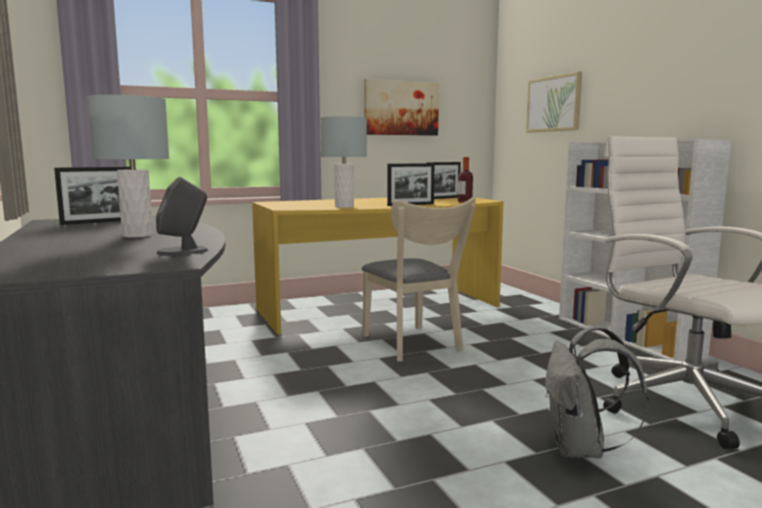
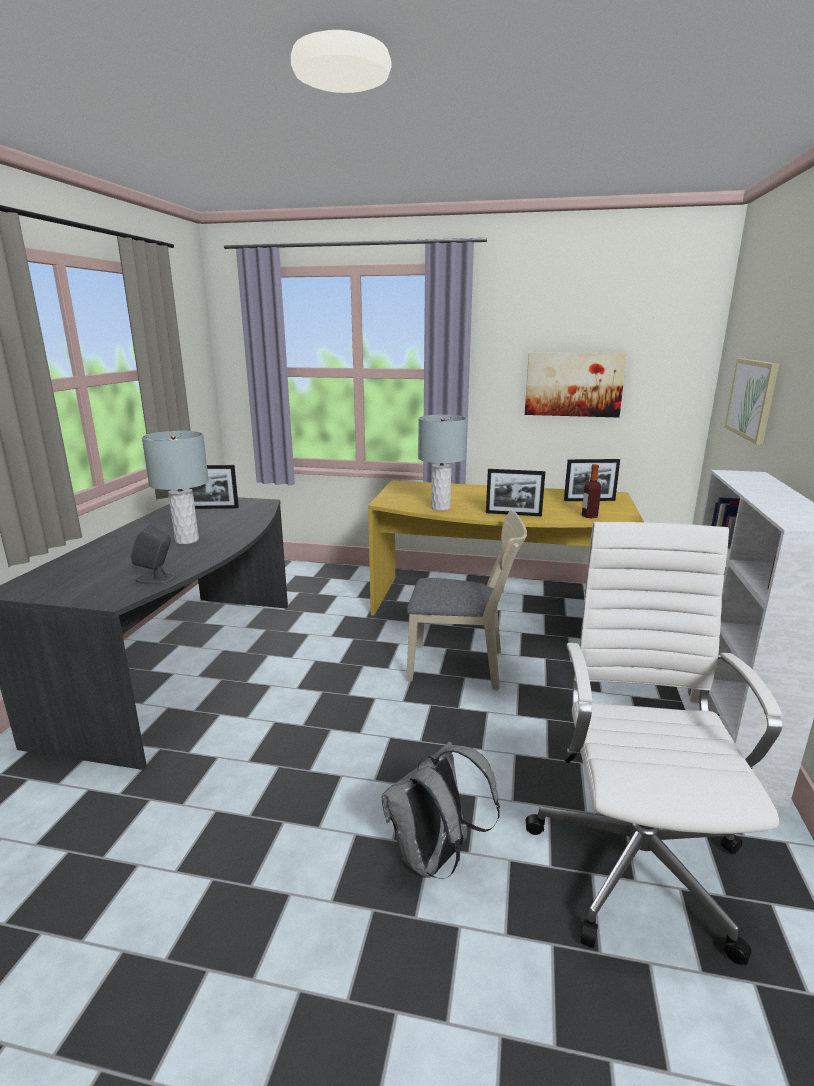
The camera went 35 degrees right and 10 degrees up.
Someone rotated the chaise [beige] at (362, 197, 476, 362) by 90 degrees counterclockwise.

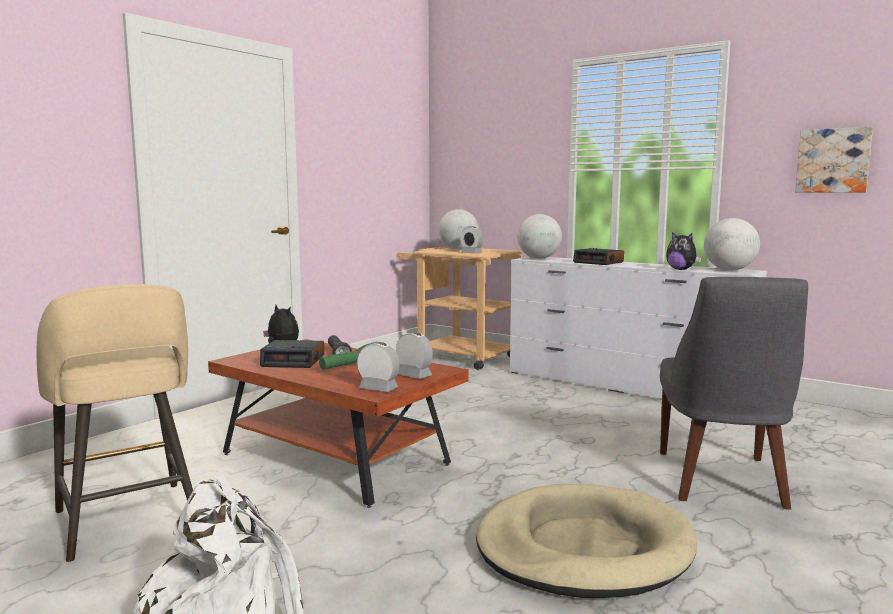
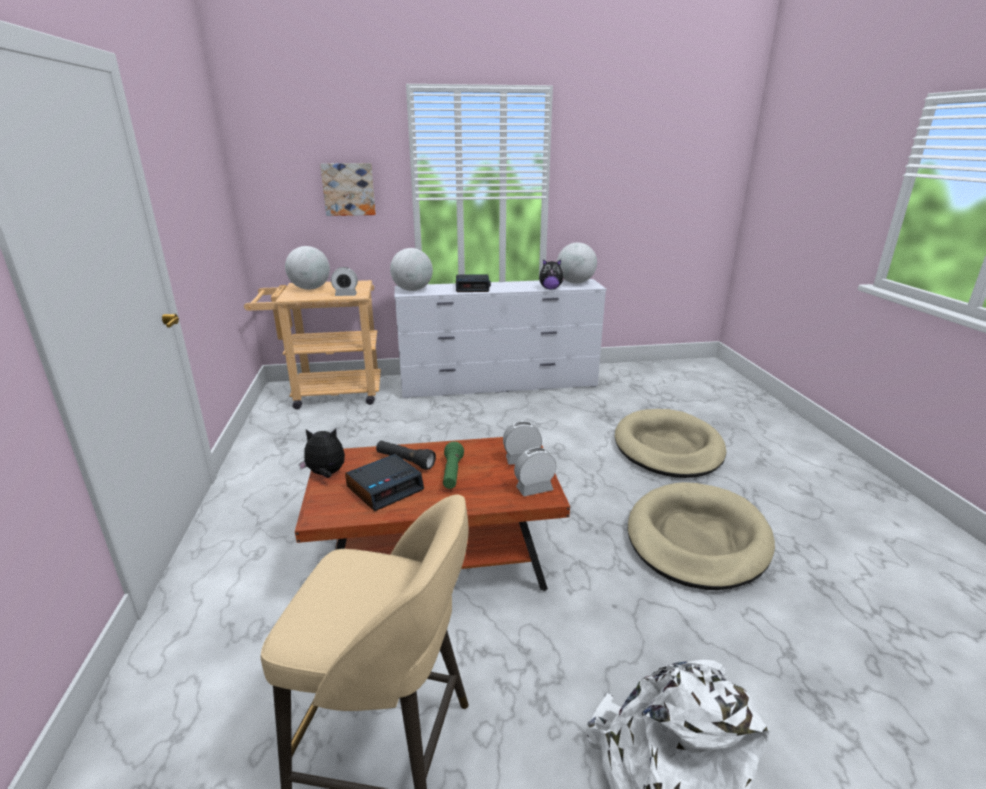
The camera went 45 degrees left and 15 degrees up.
Someone carried the tableau from (795, 127, 873, 193) to (320, 163, 376, 216).
Someone swapped the chaise [gris] at (660, 277, 808, 510) for the panier pour chien [beige] at (615, 409, 726, 478).

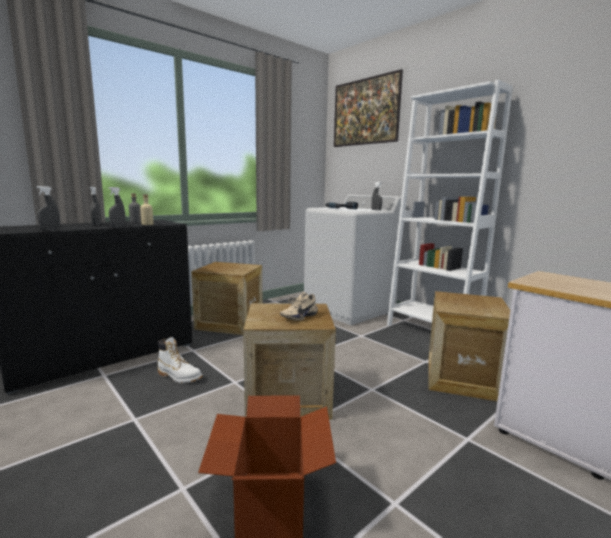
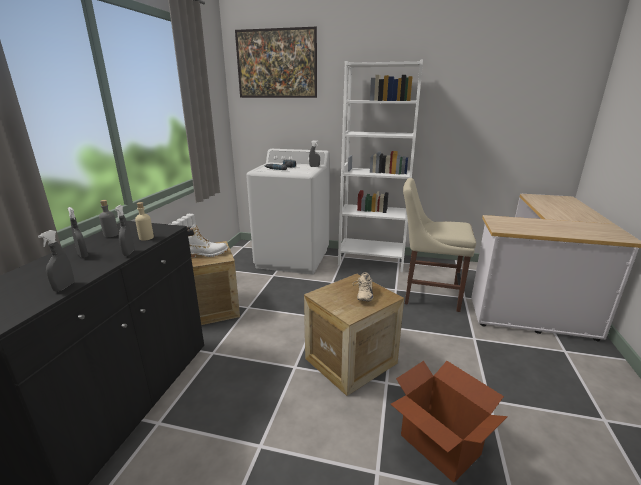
The camera went 35 degrees left and 10 degrees up.
Someone swapped the caisse at (429, 291, 510, 401) for the chaise [beige] at (403, 178, 476, 312).
Someone carried the botte [blanc] from (158, 337, 202, 383) to (187, 224, 228, 258).

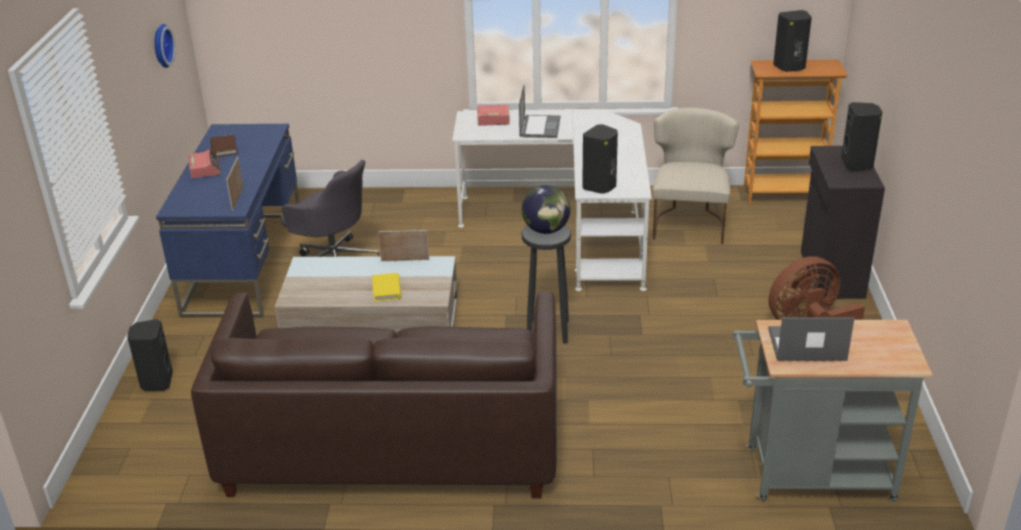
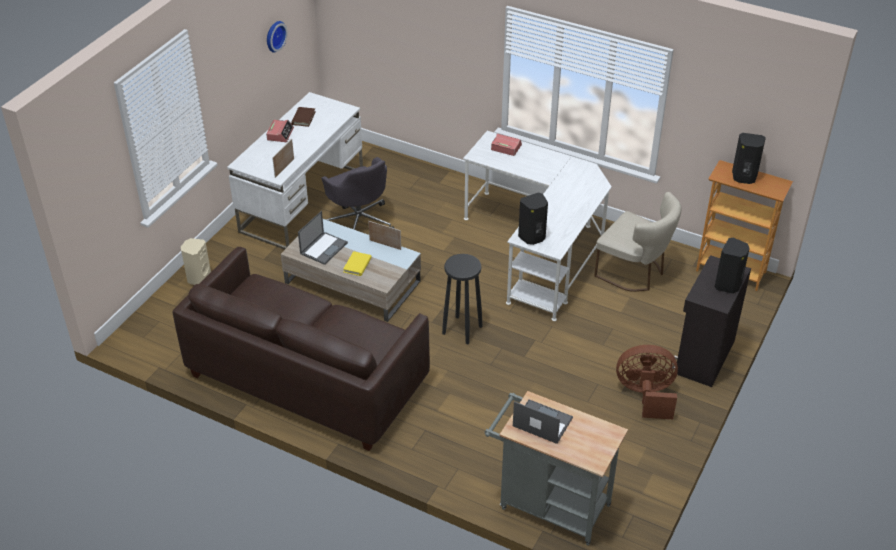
The camera went 25 degrees right and 10 degrees up.
Someone carried the ordinateur portable from (519, 85, 560, 138) to (298, 211, 348, 265).
Someone rotated the chaise [beige] at (653, 108, 739, 244) by 90 degrees clockwise.
Someone repainted the bureau [bleu] at (156, 124, 300, 317), which became the bureau [blanc] at (227, 92, 363, 249).
Someone took away the globe at (522, 185, 570, 234).
Someone repainted the enceinte [noir] at (127, 319, 173, 391), which became the enceinte [beige] at (181, 238, 211, 285).

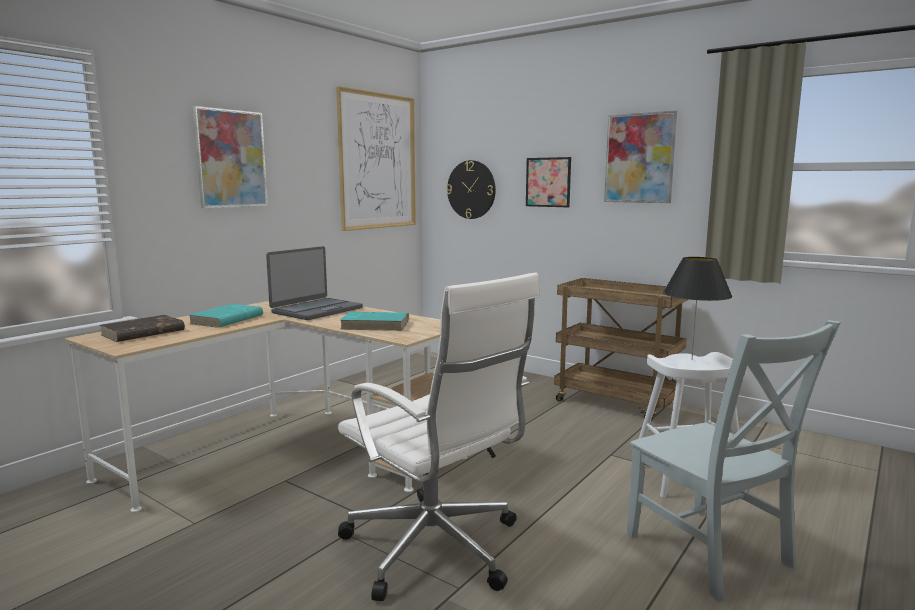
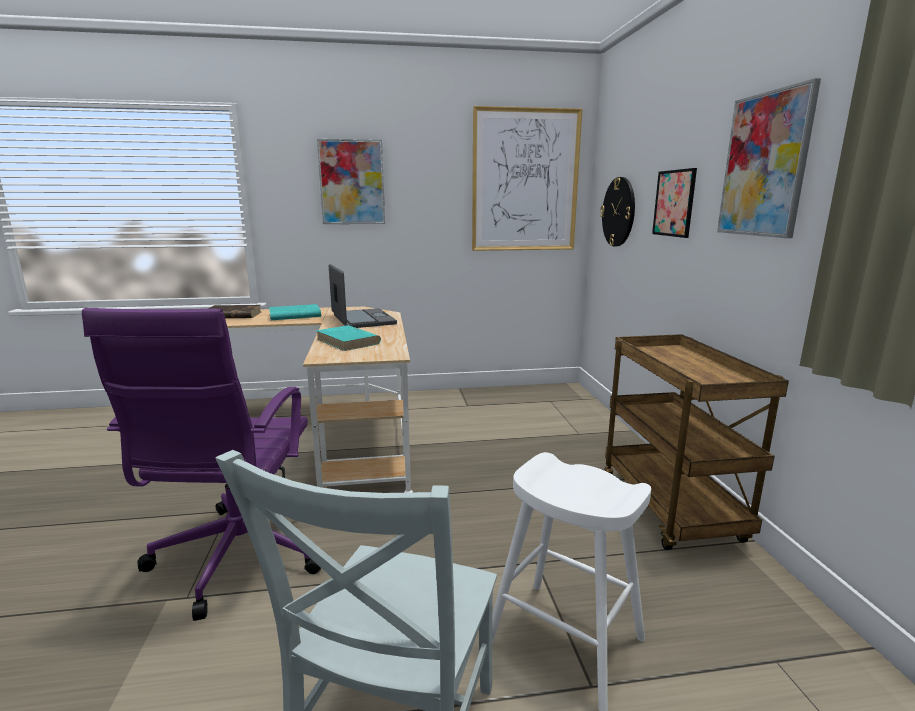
The camera went 45 degrees right and 5 degrees up.
Someone rotated the ordinateur portable at (266, 246, 363, 320) by 105 degrees counterclockwise.
Someone took away the lampe de table [noir] at (663, 257, 732, 358).
Someone repainted the chaise de bureau [blanc] at (338, 273, 540, 601), which became the chaise de bureau [violet] at (82, 308, 321, 621).

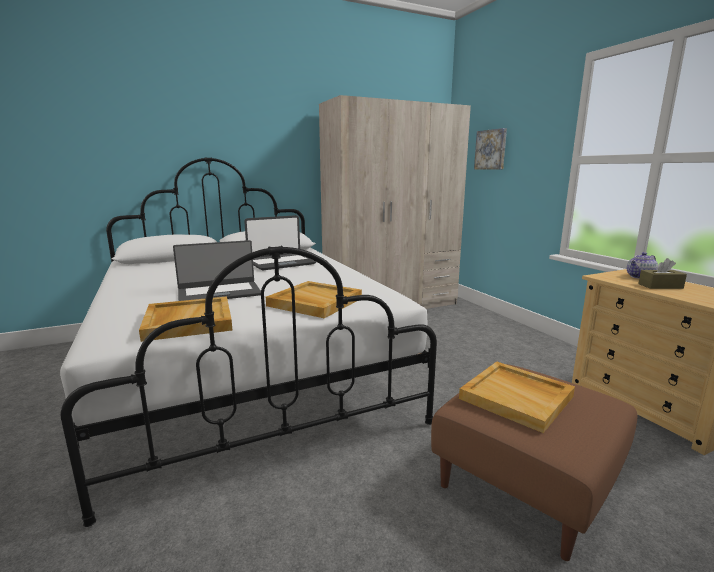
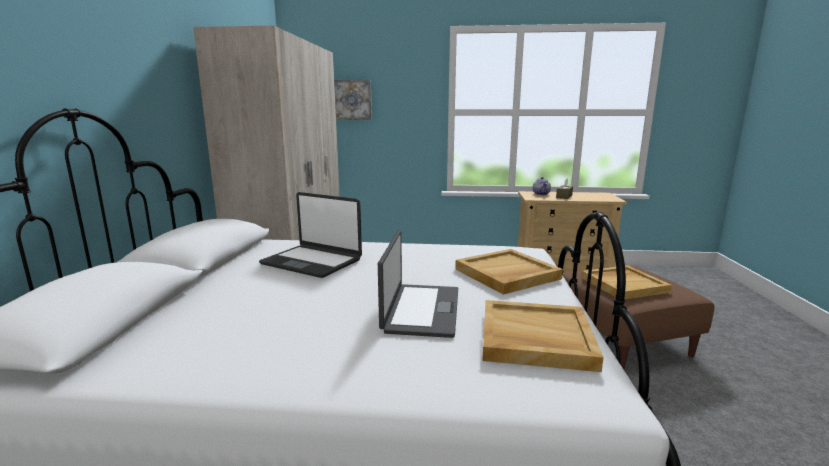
The camera went 60 degrees left and 0 degrees up.
Someone rotated the ordinateur portable at (244, 215, 316, 270) by 120 degrees clockwise.

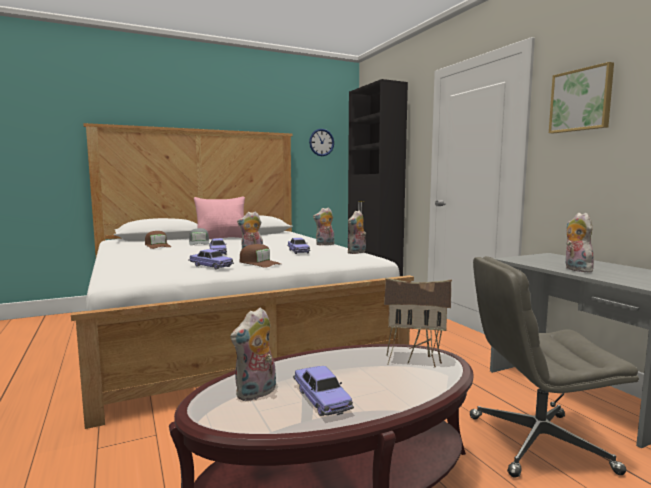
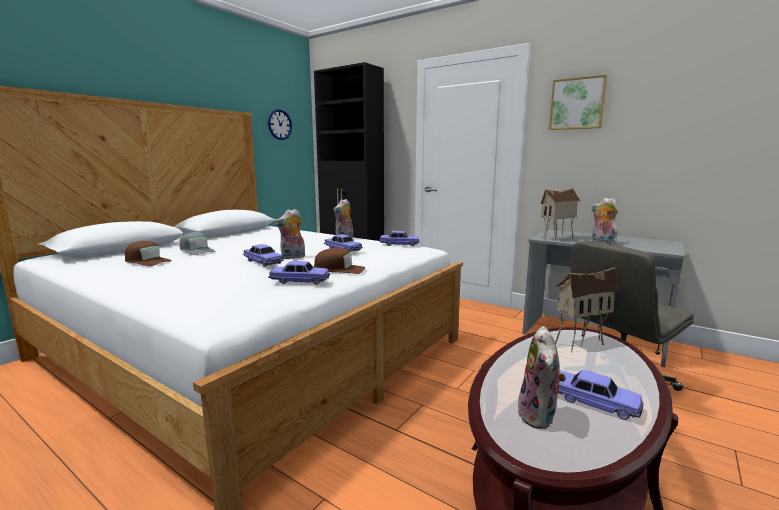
The camera went 30 degrees left and 5 degrees up.
Someone took away the coussin [rose] at (194, 196, 245, 239).
Someone swapped the peluche at (347, 210, 366, 254) for the petite voiture at (379, 231, 419, 246).
Someone put down the maison miniature at (541, 188, 580, 241).

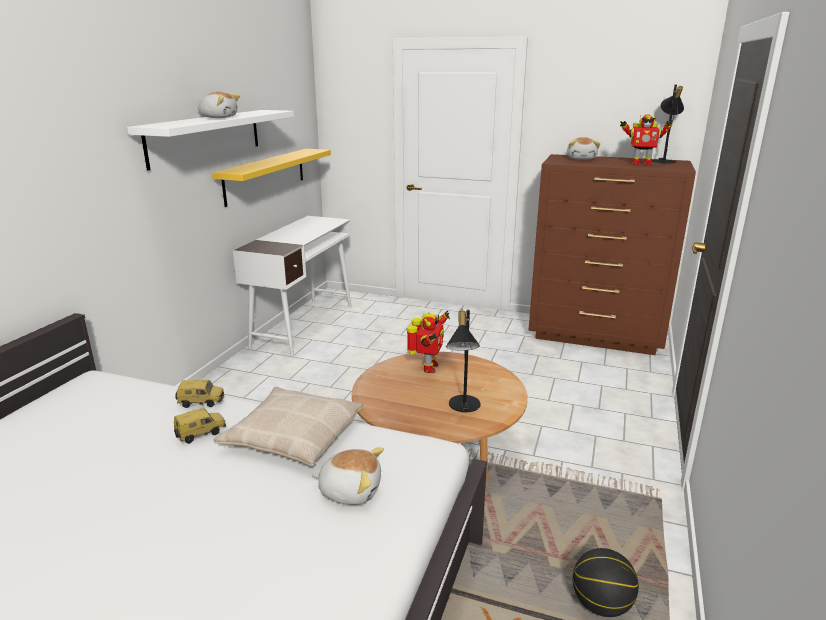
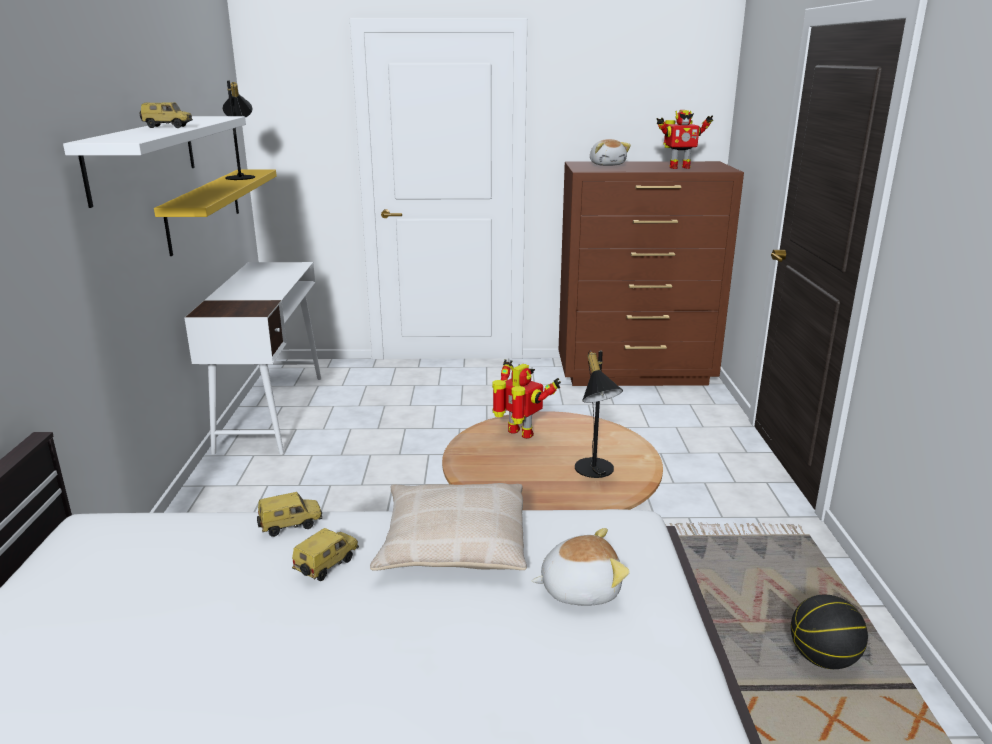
The camera went 20 degrees left and 0 degrees up.
Someone carried the lampe de table [noir] from (652, 84, 684, 164) to (222, 81, 255, 180).
Someone swapped the peluche at (197, 92, 240, 118) for the petite voiture at (140, 102, 193, 128).
Someone rotated the robot jouet at (407, 310, 450, 373) by 45 degrees counterclockwise.

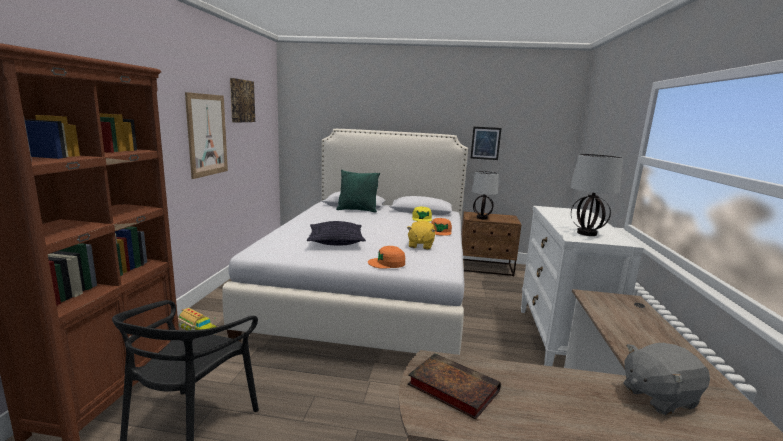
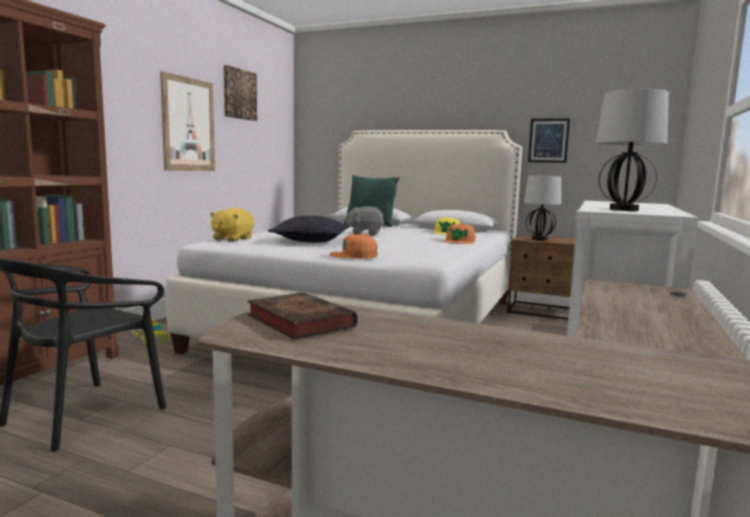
The camera went 15 degrees right and 5 degrees down.
Someone carried the peluche [jaune] from (407, 220, 436, 250) to (210, 208, 254, 241).
Someone carried the peluche [gris] from (624, 343, 710, 415) to (344, 206, 385, 235).

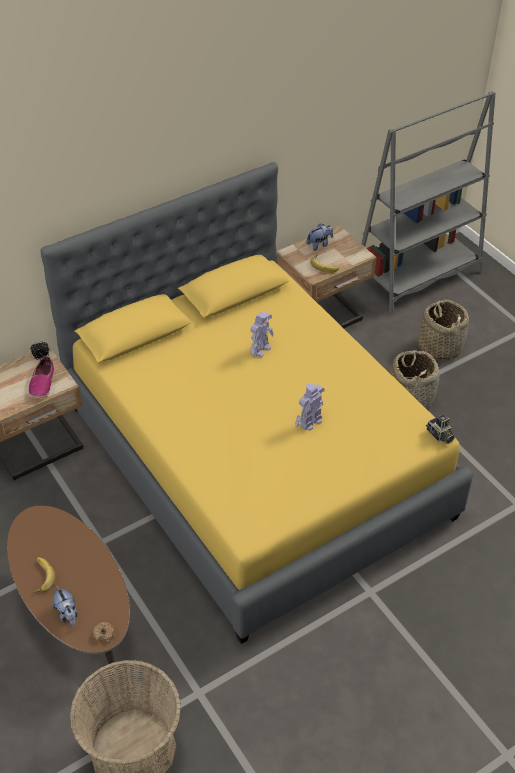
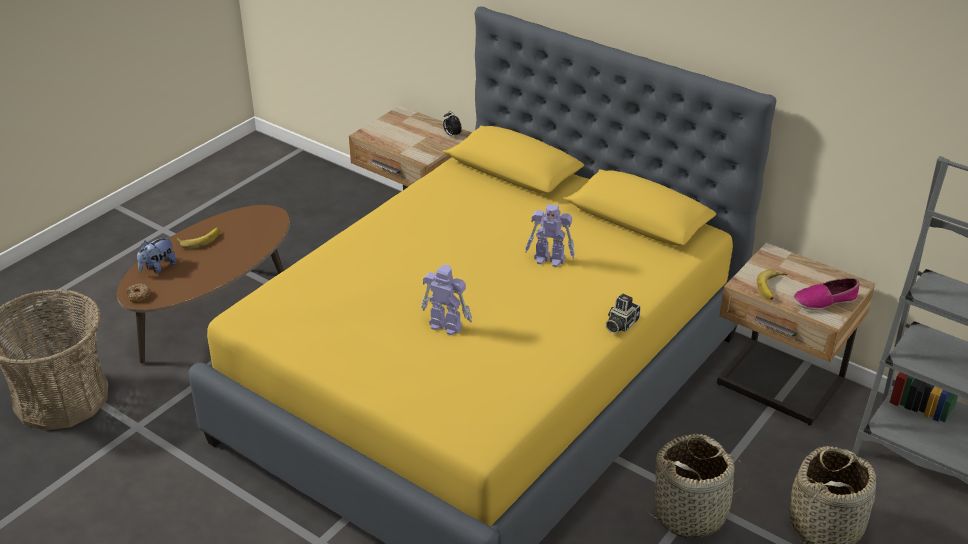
The camera went 70 degrees right and 10 degrees down.
Someone took away the peluche at (306, 224, 333, 251).
Someone carried the chaussure from (28, 356, 54, 398) to (793, 278, 860, 310).
Someone carried the appareil photo from (426, 414, 455, 444) to (606, 294, 641, 333).

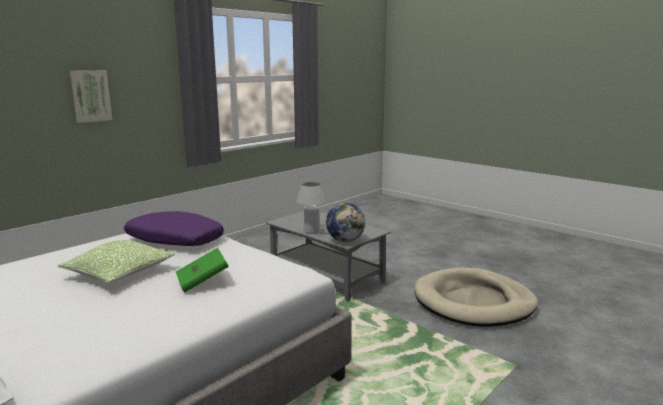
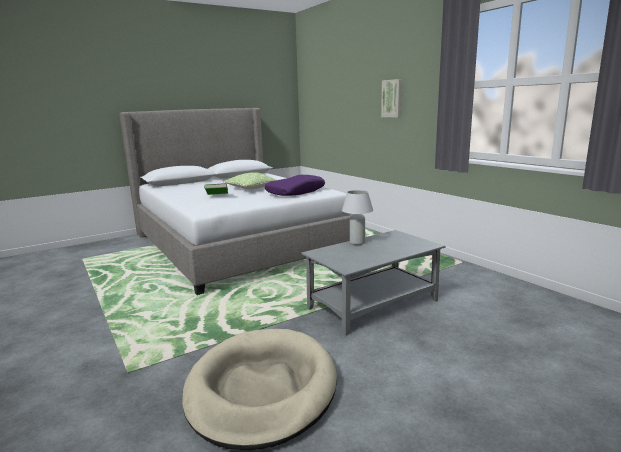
The camera went 105 degrees right and 0 degrees up.
Someone took away the globe at (326, 203, 365, 242).

